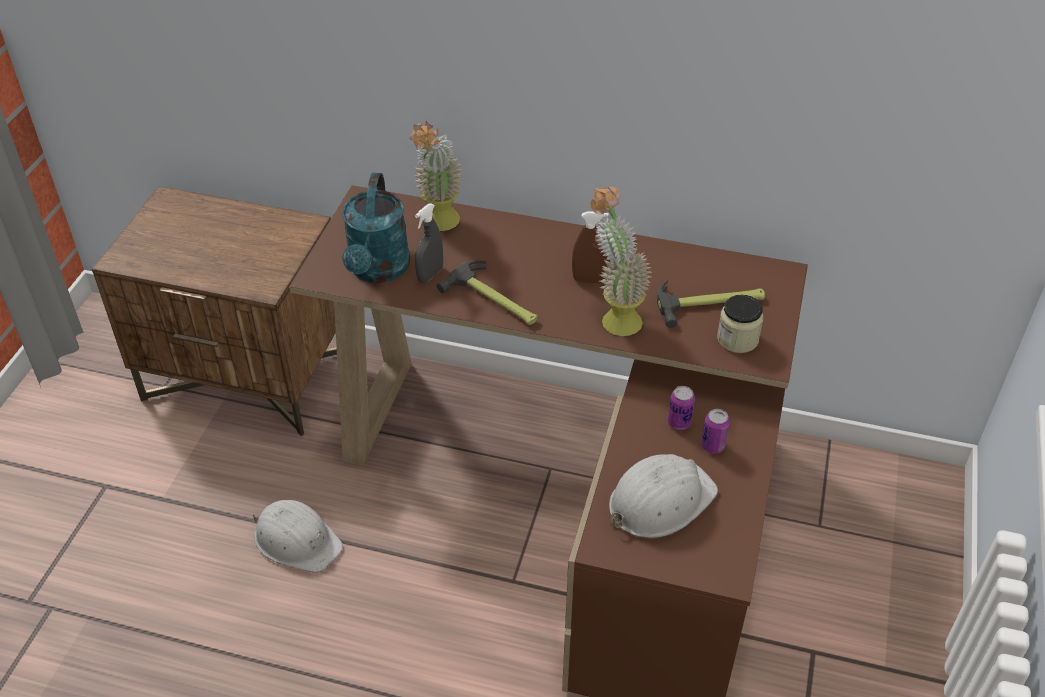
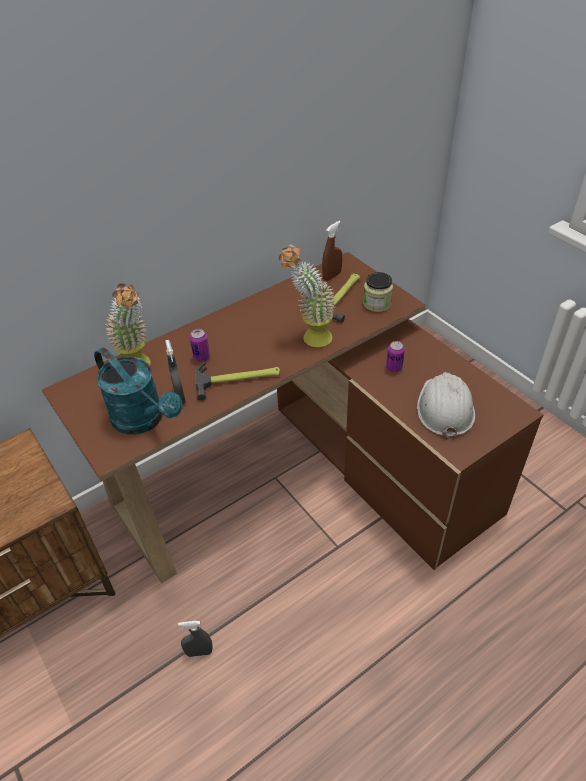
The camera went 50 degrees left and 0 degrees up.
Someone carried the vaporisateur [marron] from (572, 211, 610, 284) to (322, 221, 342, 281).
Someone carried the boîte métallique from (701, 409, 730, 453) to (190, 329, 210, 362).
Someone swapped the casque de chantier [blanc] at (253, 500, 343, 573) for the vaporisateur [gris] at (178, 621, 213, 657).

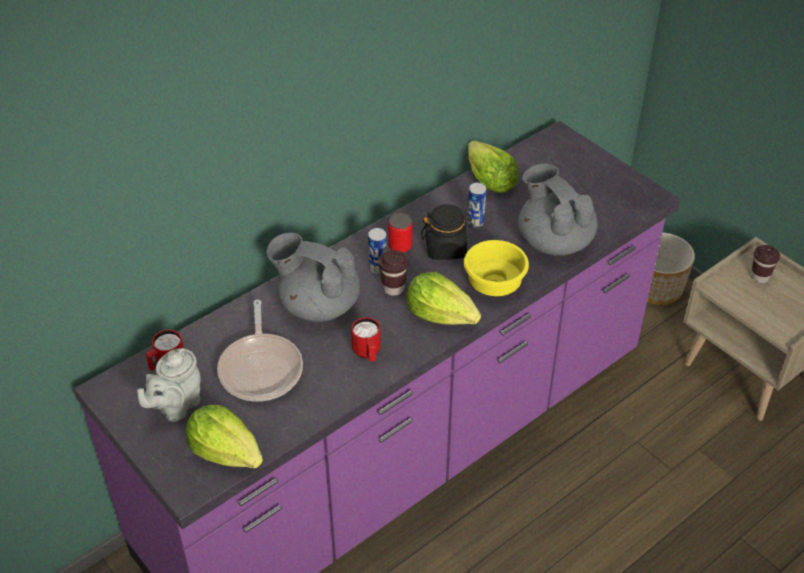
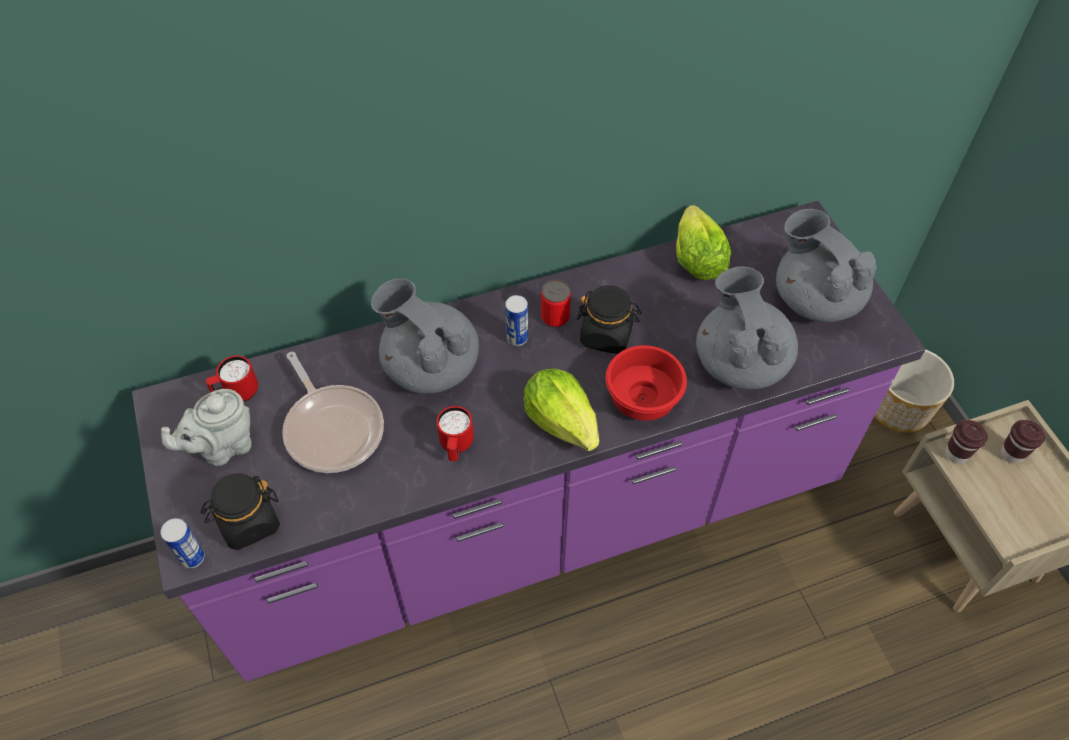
The camera went 20 degrees right and 10 degrees up.
Someone carried the boîte métallique from (467, 183, 487, 227) to (160, 518, 205, 569).
Someone repainted the bol [jaune] at (464, 240, 529, 296), which became the bol [rouge] at (606, 345, 687, 421).
Someone carried the tasse [marron] from (379, 250, 409, 296) to (945, 420, 988, 464).
Someone rotated the poêle at (217, 300, 303, 402) by 45 degrees counterclockwise.
Someone swapped the laitue at (185, 405, 263, 468) for the bocal [noir] at (201, 473, 280, 550).
Someone put down the théière [gris] at (776, 209, 877, 322).

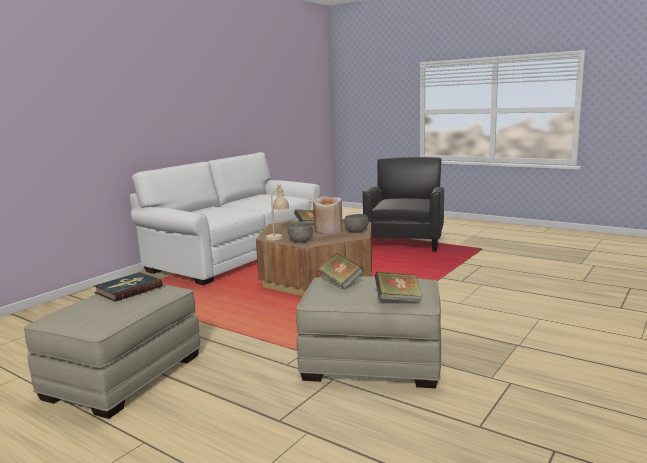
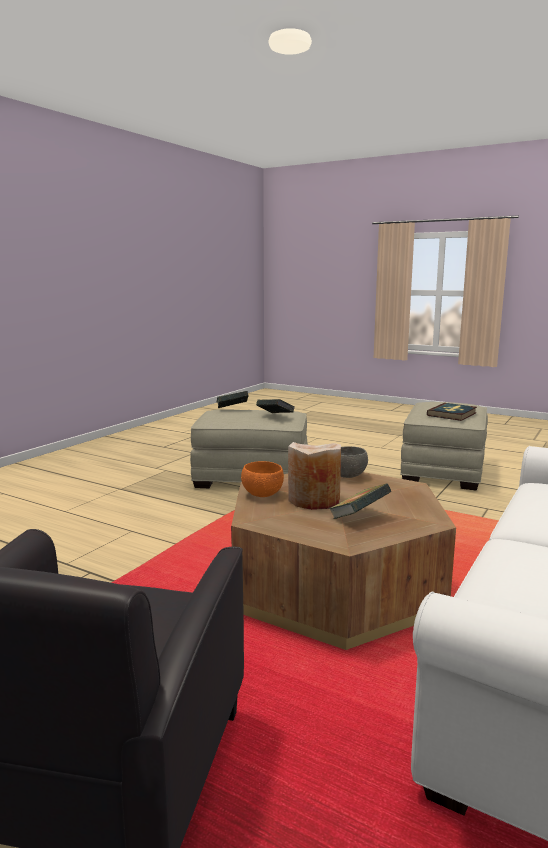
The camera went 175 degrees right and 0 degrees up.
Someone took away the lampe de table [beige] at (265, 184, 290, 241).
Someone repainted the bol [gris] at (344, 214, 369, 233), which became the bol [orange] at (241, 461, 284, 497).

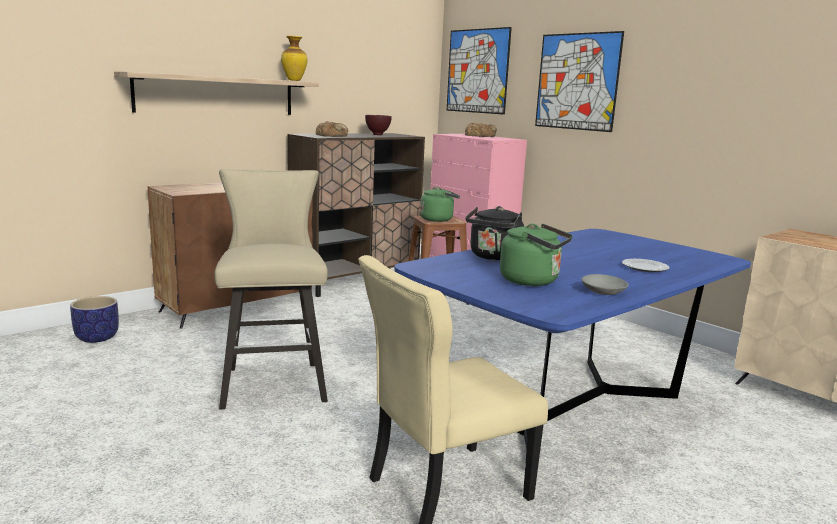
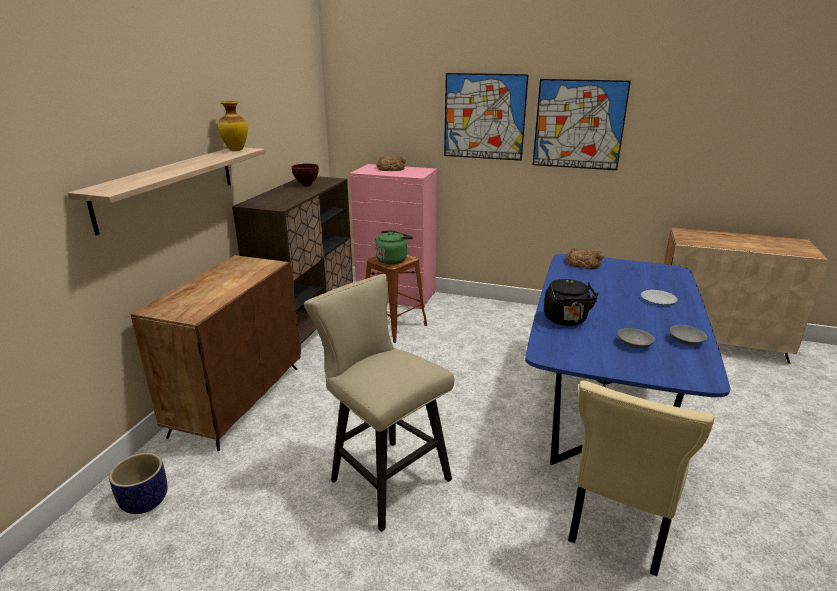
The camera went 30 degrees left and 10 degrees up.
Someone carried the tableau from (447, 27, 512, 115) to (533, 79, 631, 170).
Someone carried the pain from (316, 121, 348, 137) to (566, 248, 604, 269).
Someone swapped the bouilloire [vert] at (500, 224, 573, 286) for the bol [gris] at (617, 328, 655, 348).

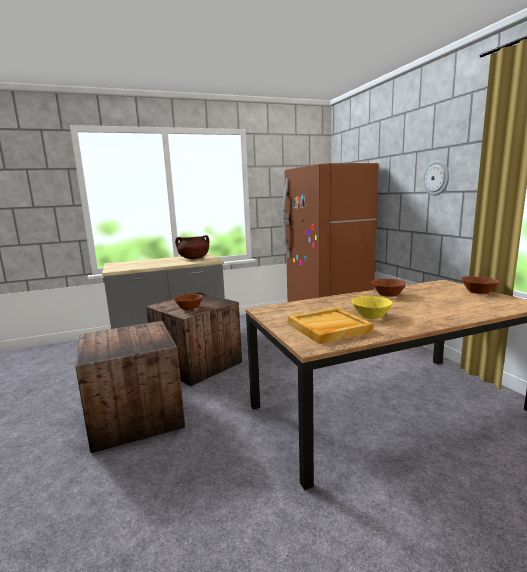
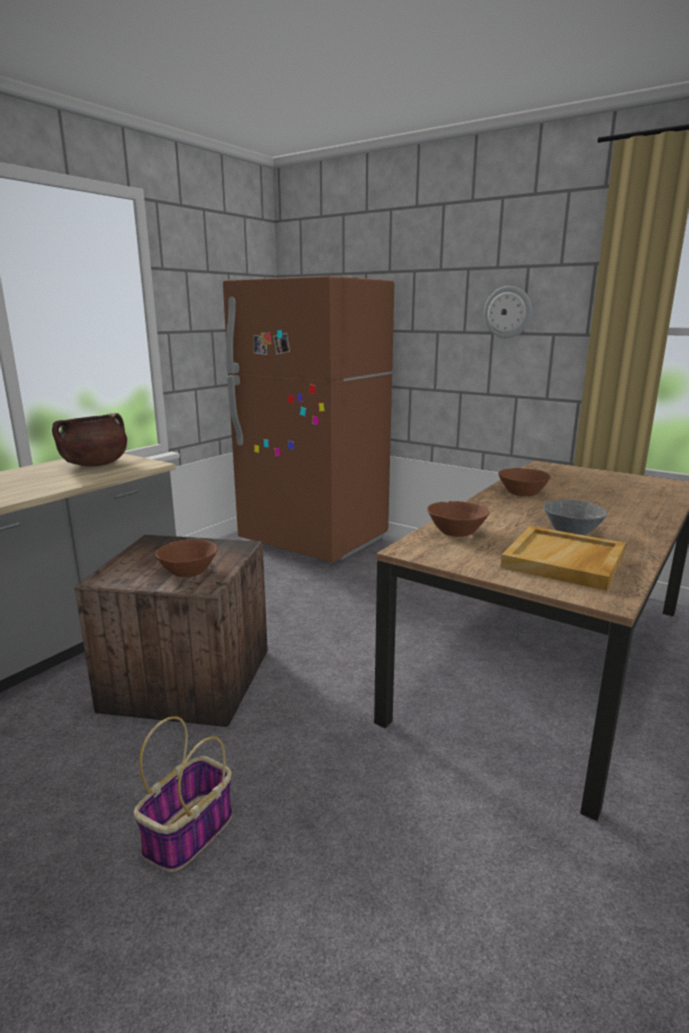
The camera went 35 degrees left and 5 degrees up.
Someone carried the bol [marron] from (461, 276, 500, 294) to (428, 501, 489, 537).
Someone repainted the bol [jaune] at (352, 296, 393, 319), which became the bol [gris] at (543, 499, 607, 535).
Someone swapped the caisse at (75, 321, 185, 453) for the panier at (134, 716, 232, 872).

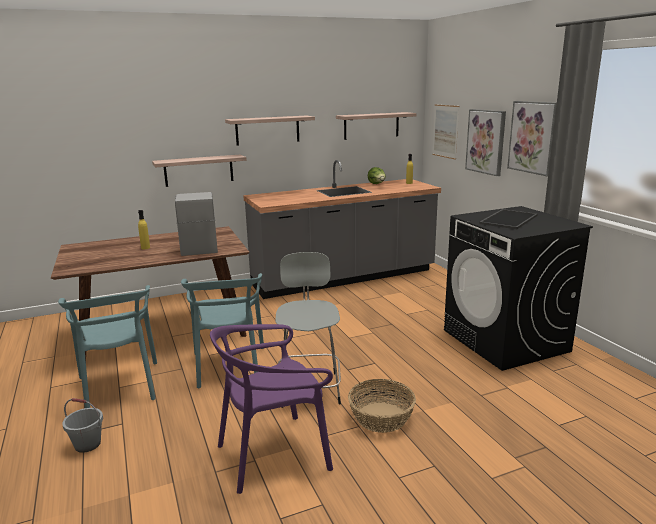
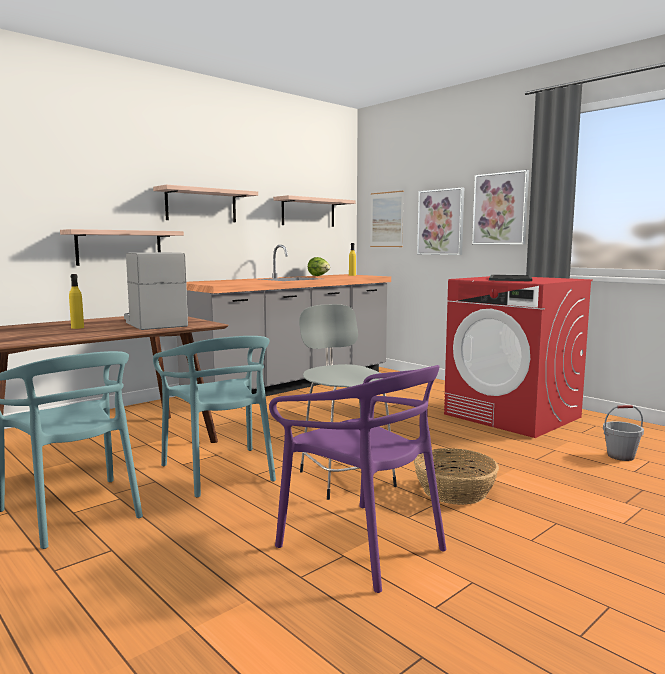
The camera went 20 degrees left and 10 degrees down.
Someone repainted the lave-linge [noir] at (444, 206, 593, 371), which became the lave-linge [rouge] at (444, 276, 593, 438).
Someone rotated the chaise [violet] at (210, 324, 333, 494) by 90 degrees counterclockwise.
Someone carried the seau [gris] from (62, 398, 103, 453) to (603, 405, 644, 461).

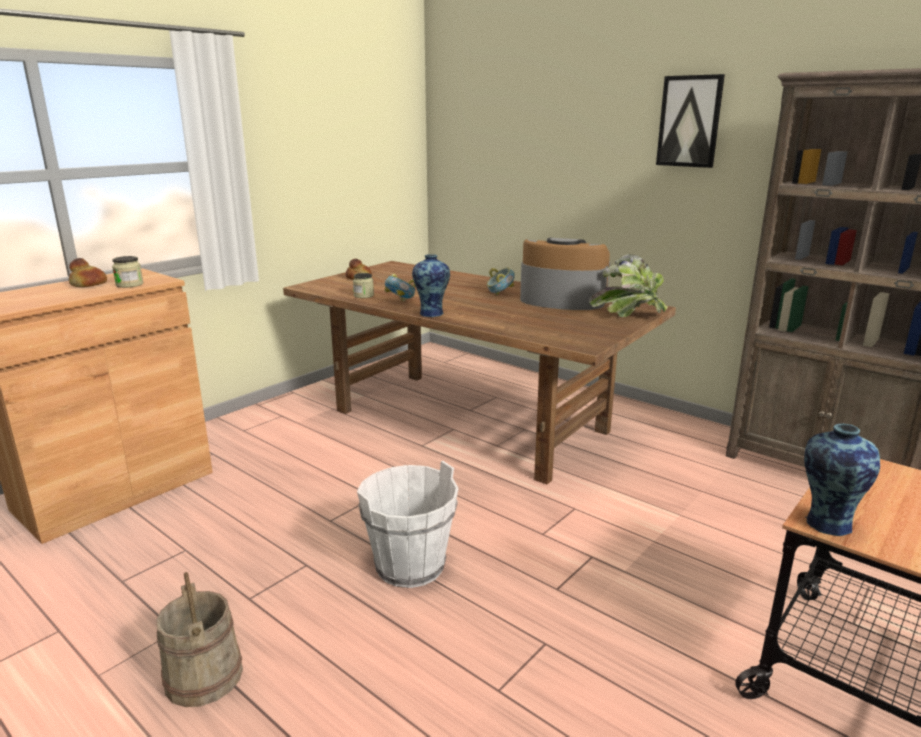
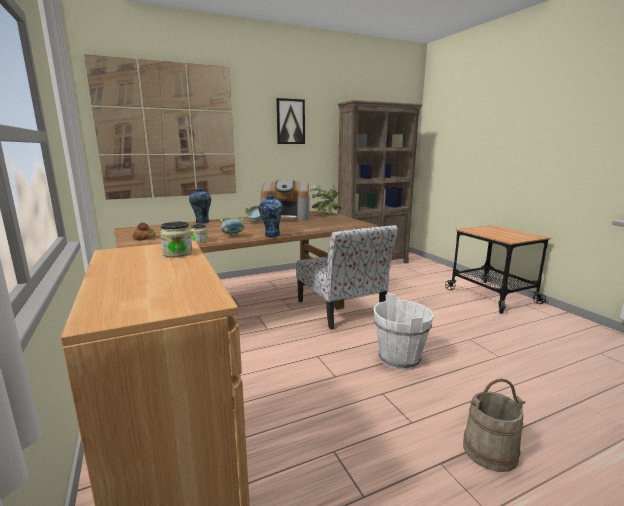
The camera went 65 degrees left and 5 degrees down.
Someone rotated the machine à café at (520, 238, 610, 310) by 135 degrees counterclockwise.
Someone took away the pain at (69, 258, 107, 287).
Someone carried the vase from (804, 424, 880, 536) to (189, 188, 211, 224).
Someone put up the tableau at (84, 54, 236, 200).
Someone put down the chaise at (296, 225, 398, 330).

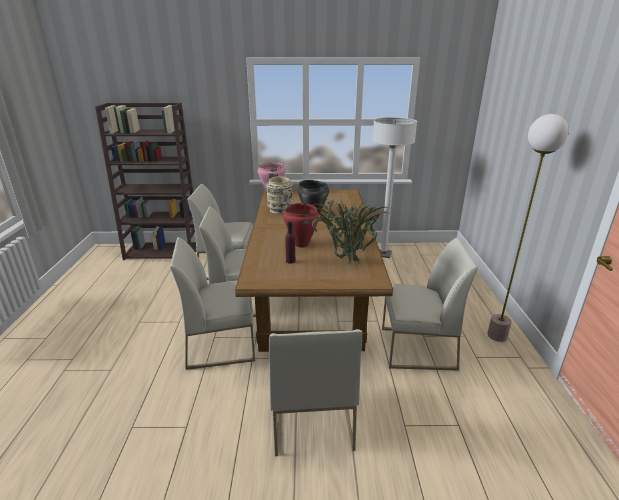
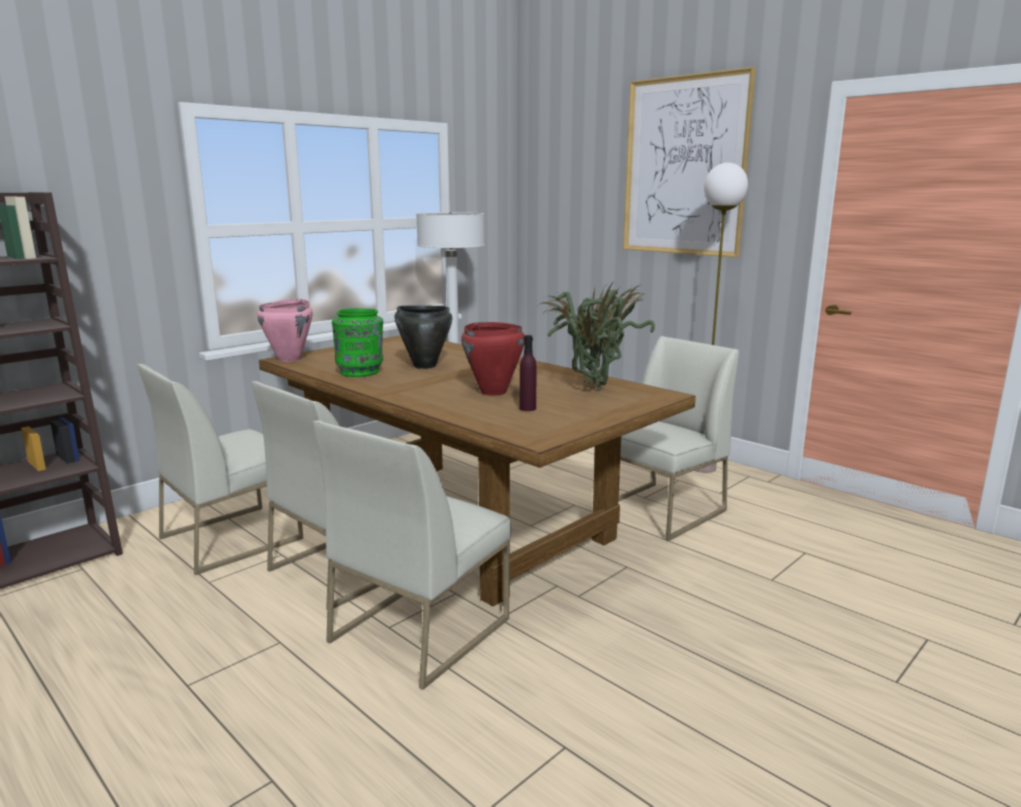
The camera went 45 degrees left and 10 degrees down.
Someone repainted the vase [beige] at (266, 176, 293, 214), which became the vase [vert] at (332, 308, 383, 377).
Someone took away the chaise [blanc] at (269, 329, 362, 456).
Someone put up the tableau at (623, 67, 756, 258).

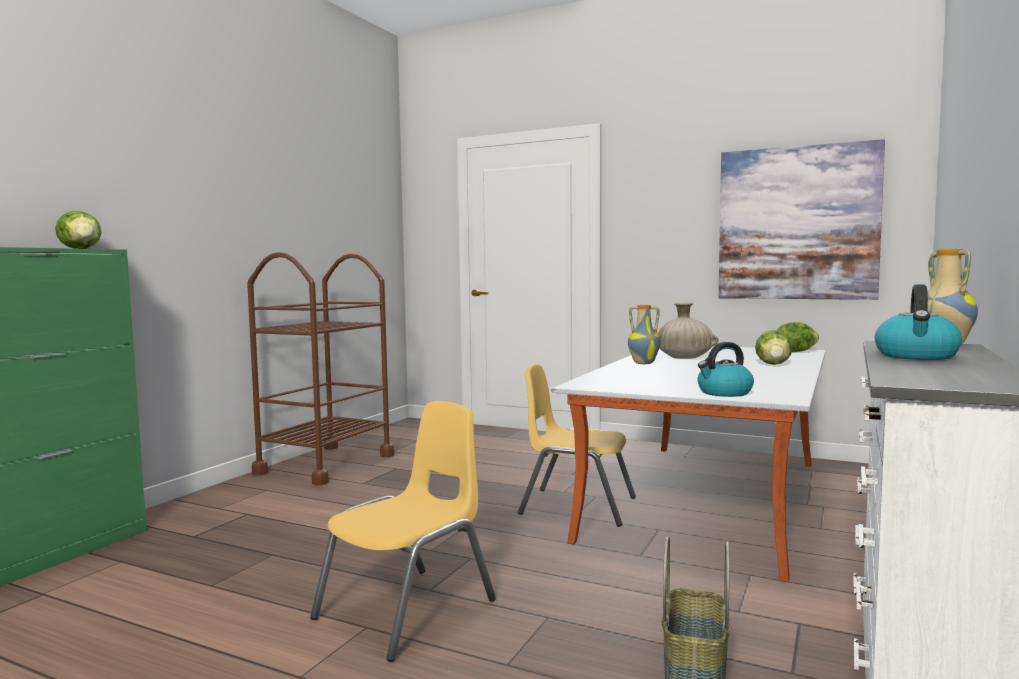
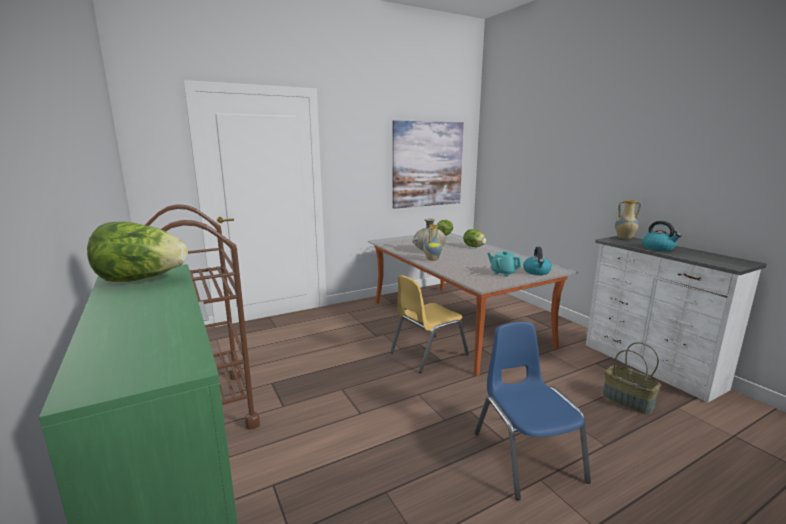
The camera went 55 degrees left and 10 degrees up.
Someone repainted the chaise [jaune] at (310, 401, 496, 662), which became the chaise [bleu] at (474, 322, 591, 500).
Someone put down the théière [turquoise] at (487, 251, 522, 277).

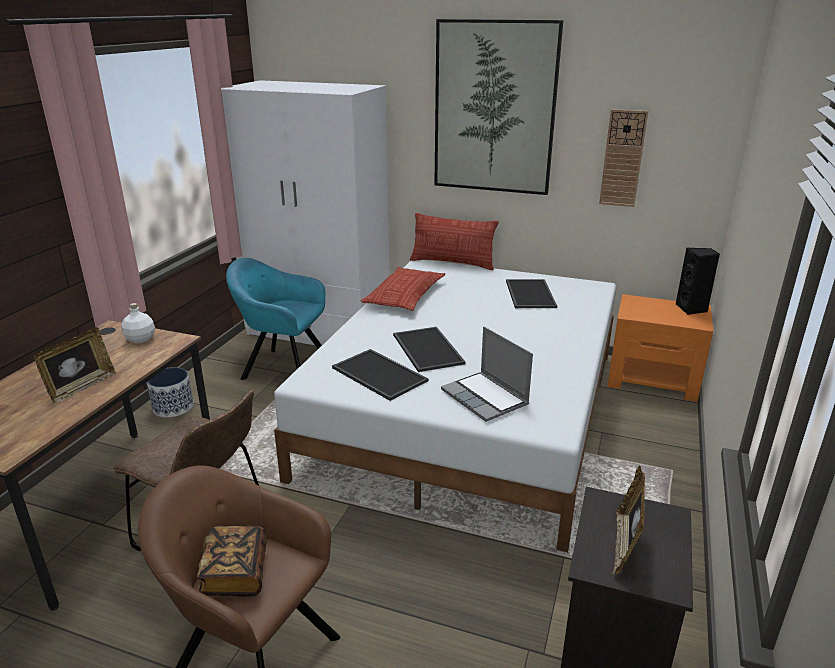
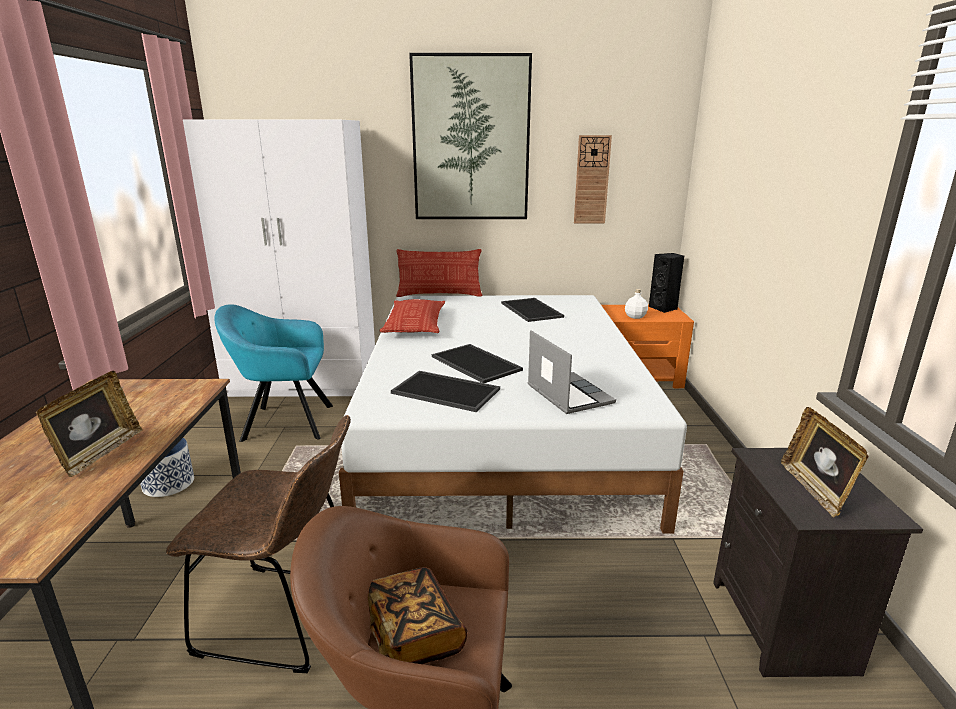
The camera went 20 degrees left and 5 degrees down.
Someone carried the bouteille [blanc] from (121, 303, 155, 344) to (625, 289, 648, 319).
Someone rotated the ordinateur portable at (441, 326, 533, 422) by 150 degrees counterclockwise.

